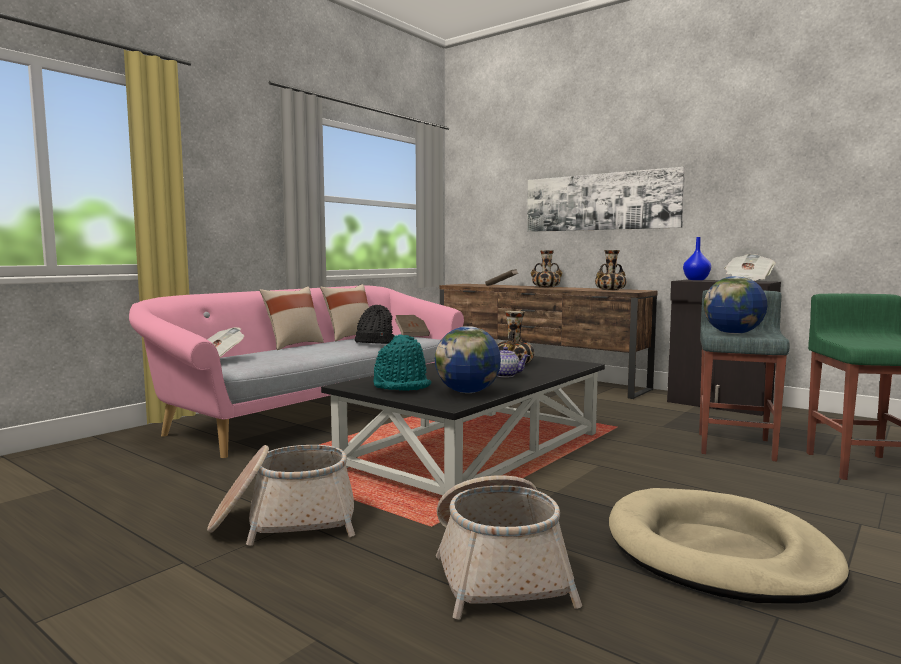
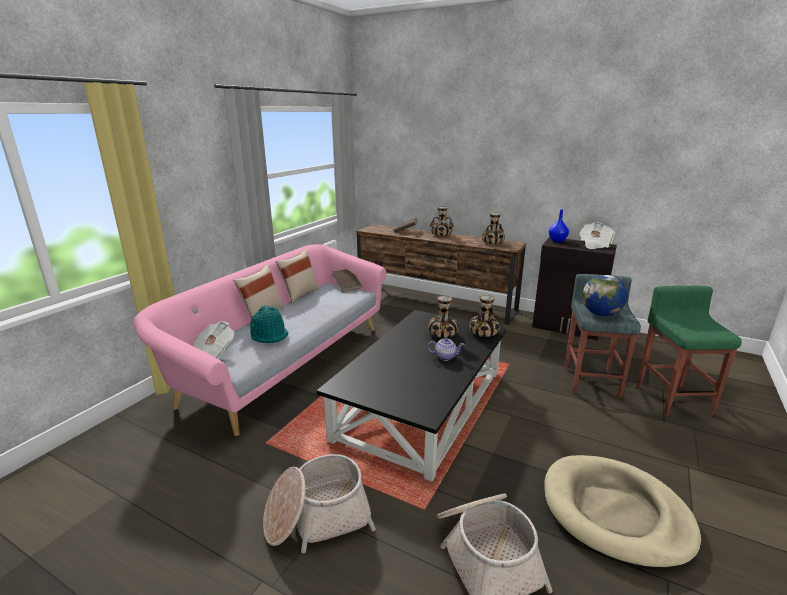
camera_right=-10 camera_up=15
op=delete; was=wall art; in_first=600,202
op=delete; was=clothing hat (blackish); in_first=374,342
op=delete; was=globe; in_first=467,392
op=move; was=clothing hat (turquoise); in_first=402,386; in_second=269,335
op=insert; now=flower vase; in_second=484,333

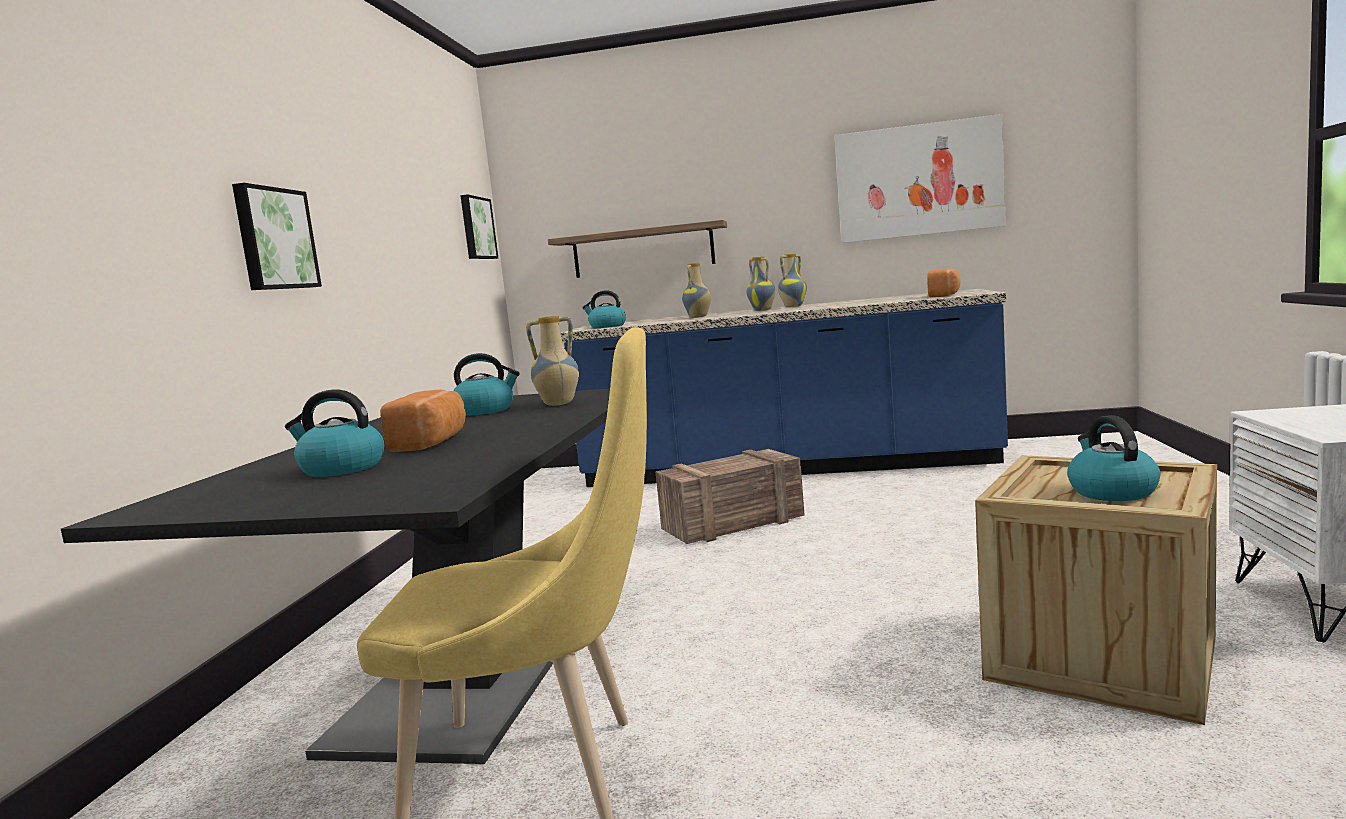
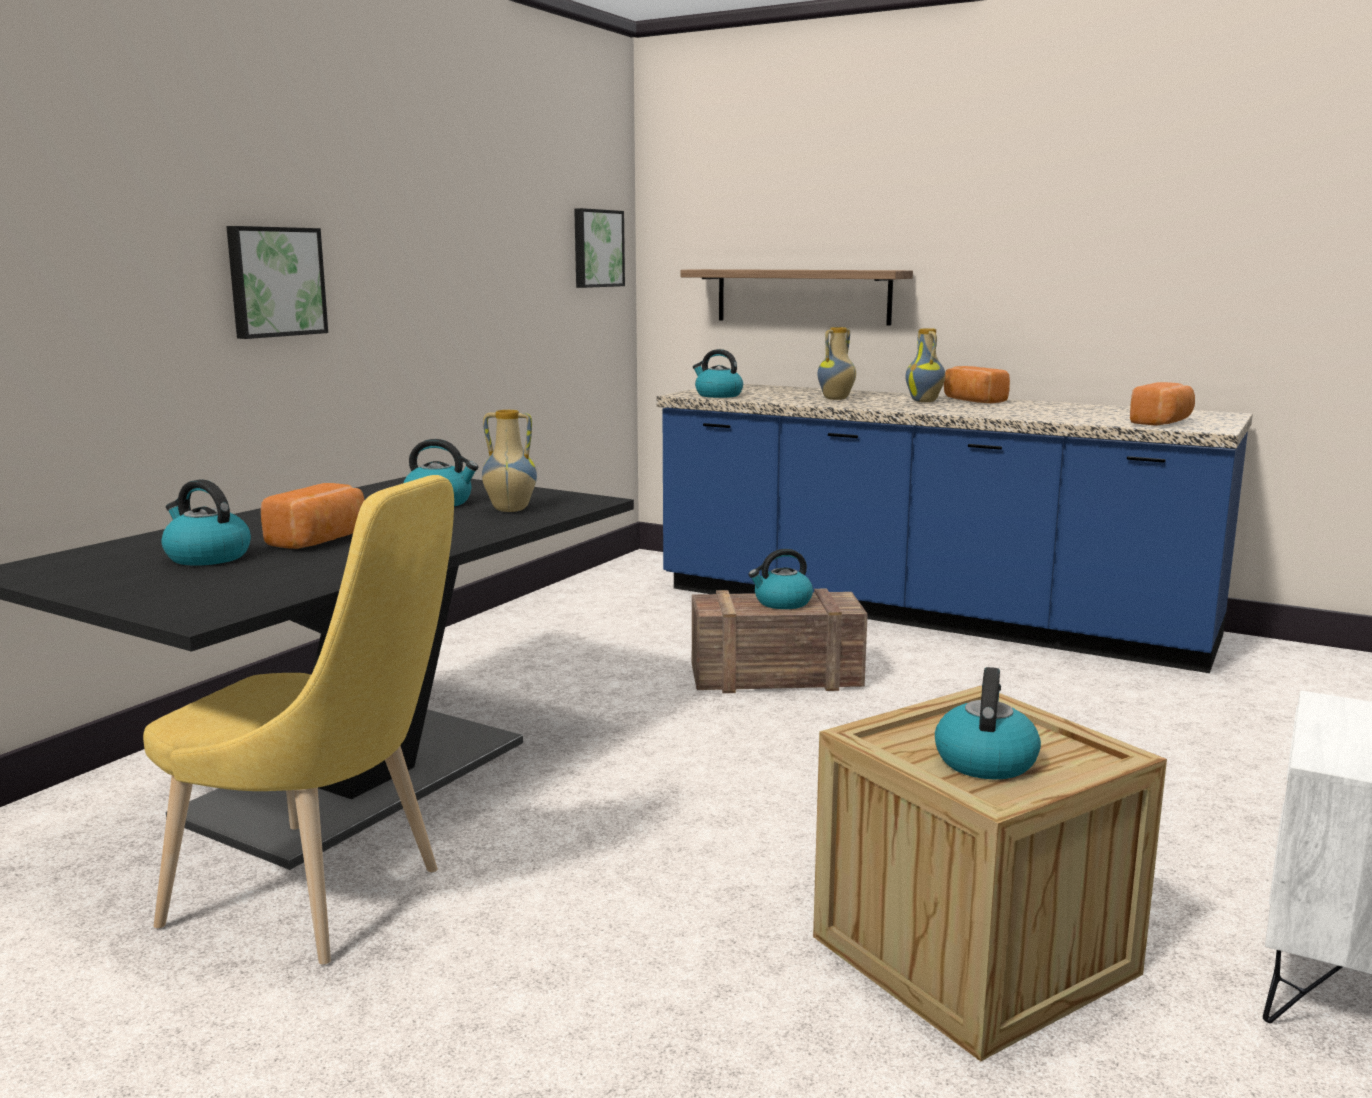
camera_right=20 camera_up=5
op=delete; was=wall art; in_first=918,180
op=replace; was=flower vase; now=bakery bread; in_first=793,306; in_second=972,401
op=insert; now=water kettle; in_second=782,603

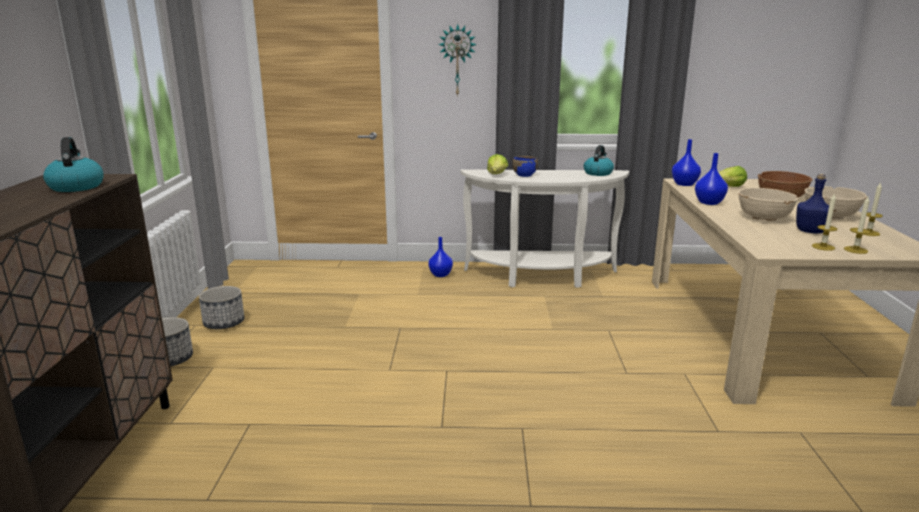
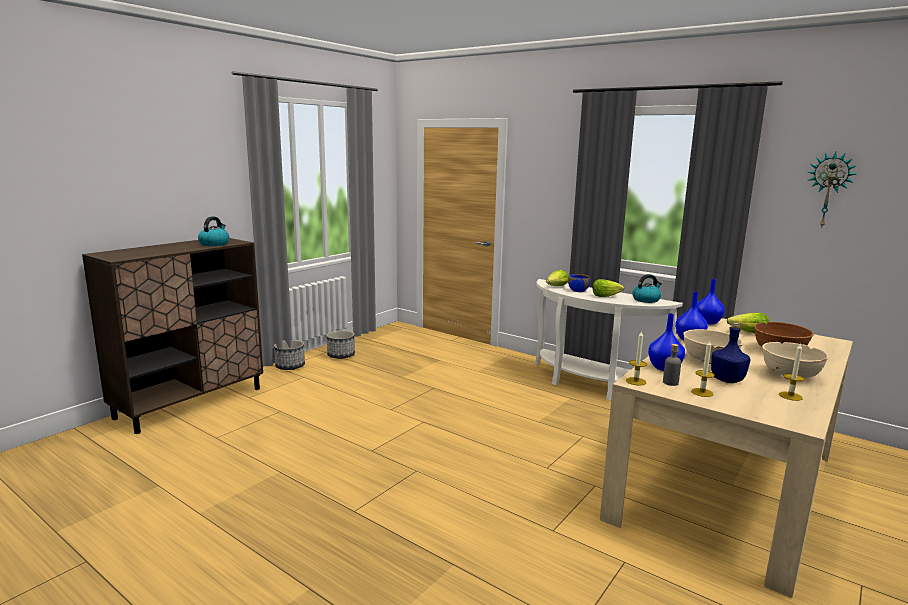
camera_right=35 camera_up=-5
op=move; was=clock on the wall; in_first=457,60; in_second=828,190
op=move; was=wax candle; in_first=855,250; in_second=636,381
op=move; was=flower vase (bluish); in_first=441,275; in_second=664,368
op=insert; now=lettuce head; in_second=605,296
op=insert; now=beverage bottle (grey); in_second=670,382

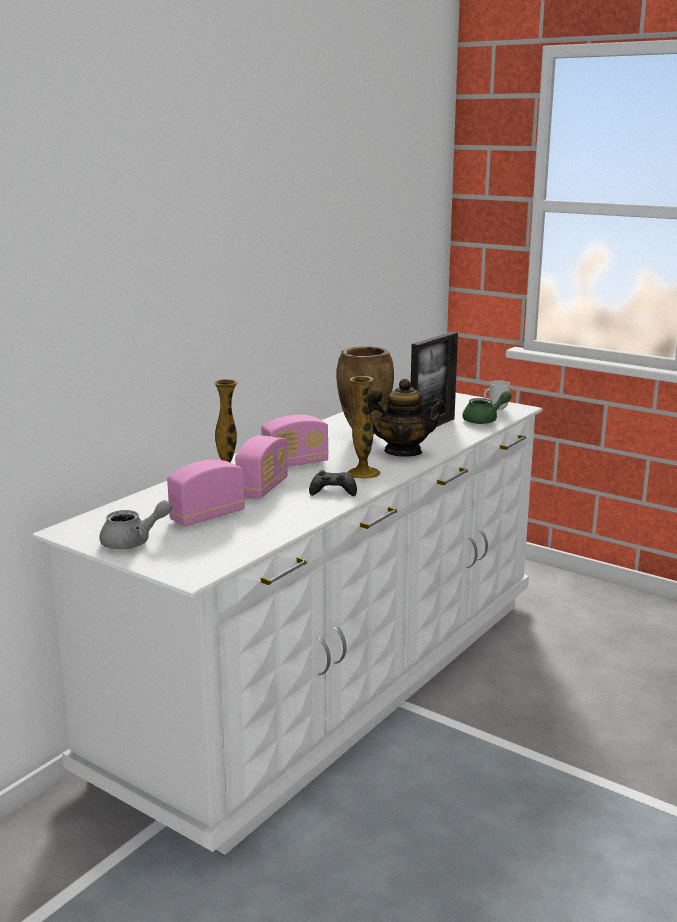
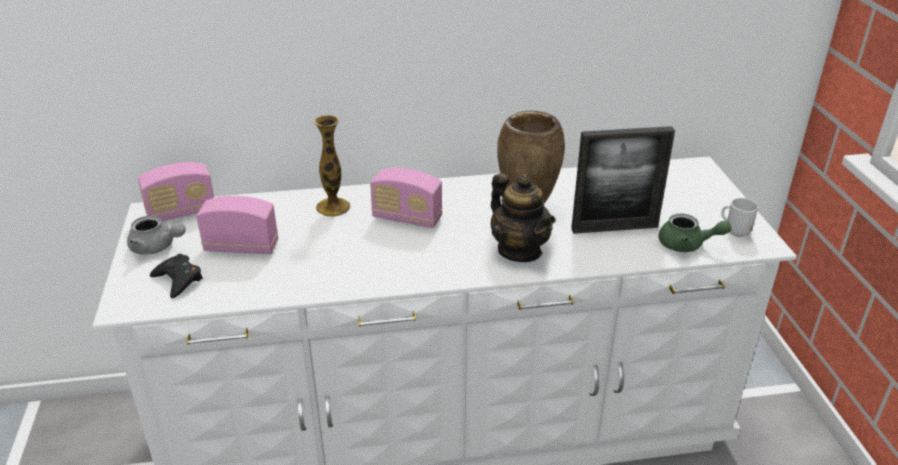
camera_right=45 camera_up=15
op=delete; was=flower vase; in_first=363,473
op=move; was=radio set; in_first=263,488; in_second=181,212
op=move; was=game controller (blackish); in_first=333,490; in_second=178,280

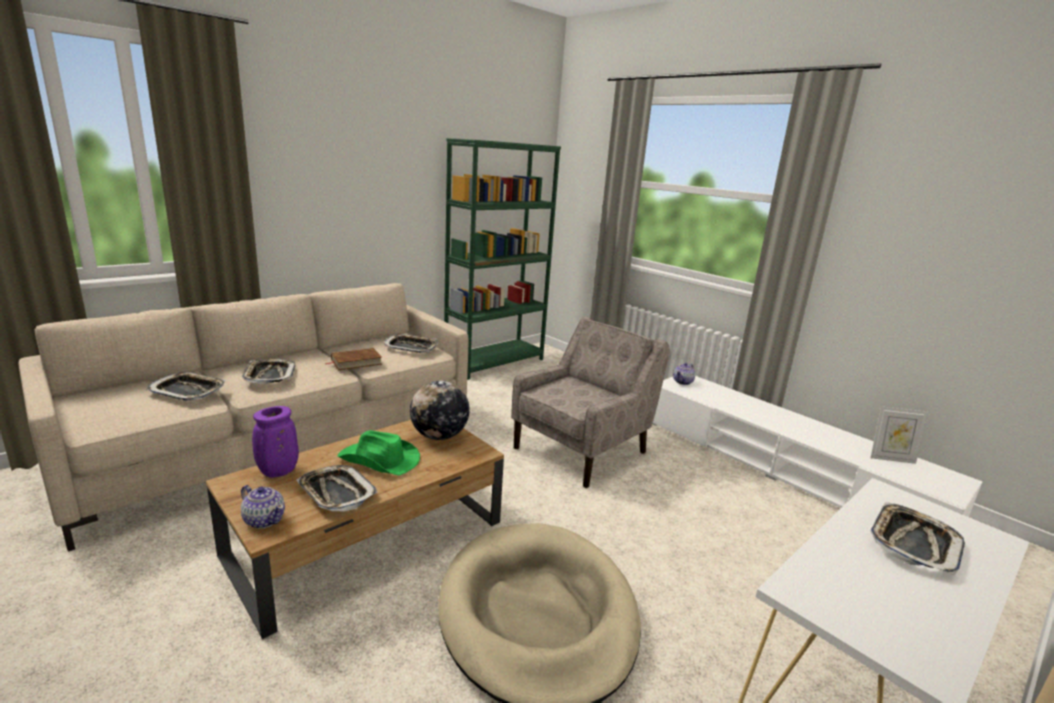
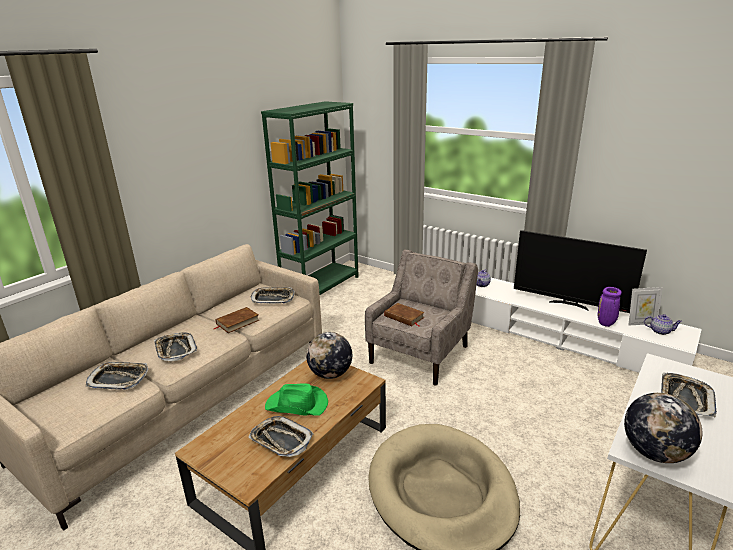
camera_right=-10 camera_up=5
op=move; was=flower vase (purple); in_first=277,472; in_second=606,324
op=move; was=teapot; in_first=264,520; in_second=659,331
op=insert; now=TV; in_second=569,304
op=insert; now=volume (brown-coloured); in_second=404,317
op=insert; now=globe; in_second=654,452

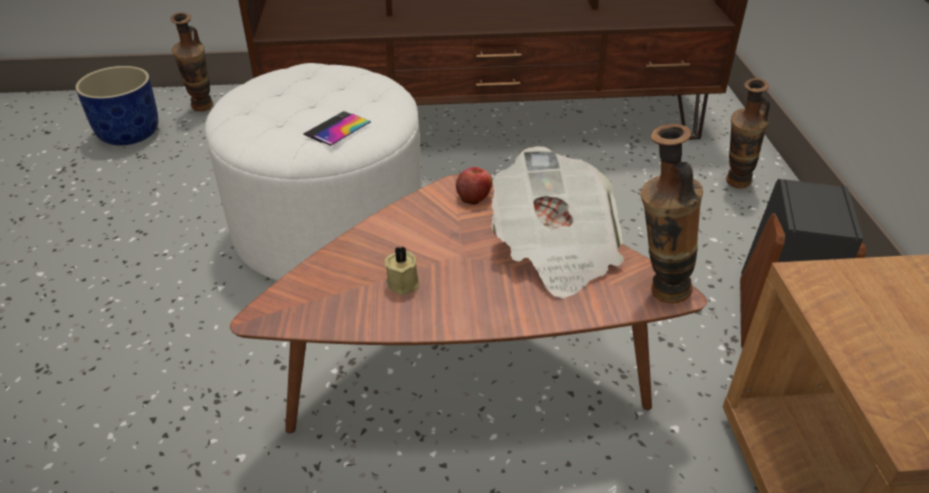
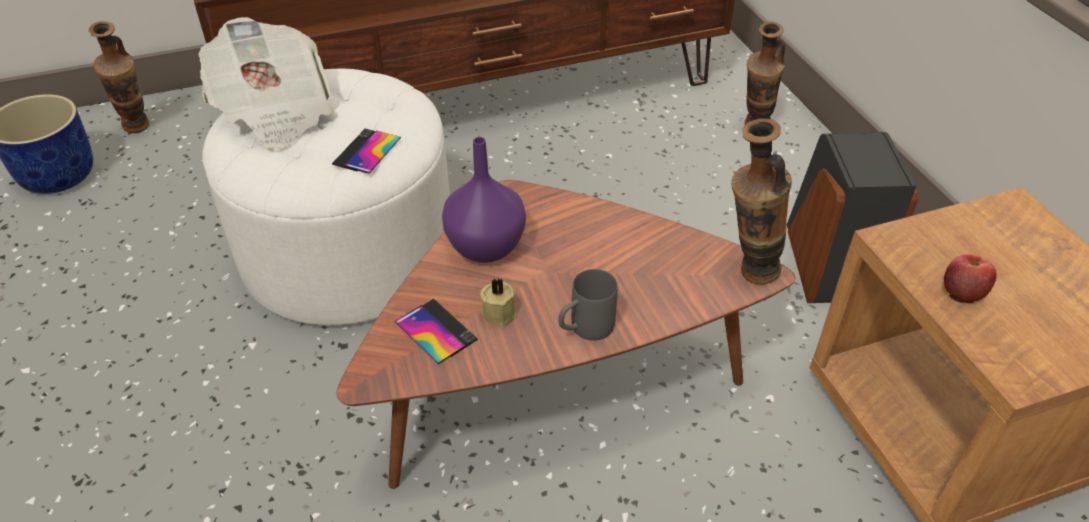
camera_right=-15 camera_up=5
op=move; was=newspaper; in_first=555,250; in_second=274,111
op=move; was=apple fruit; in_first=474,197; in_second=963,291
op=insert; now=flower vase (purple); in_second=484,247
op=insert; now=tea mug (grey); in_second=584,329
op=insert; now=handset; in_second=436,331

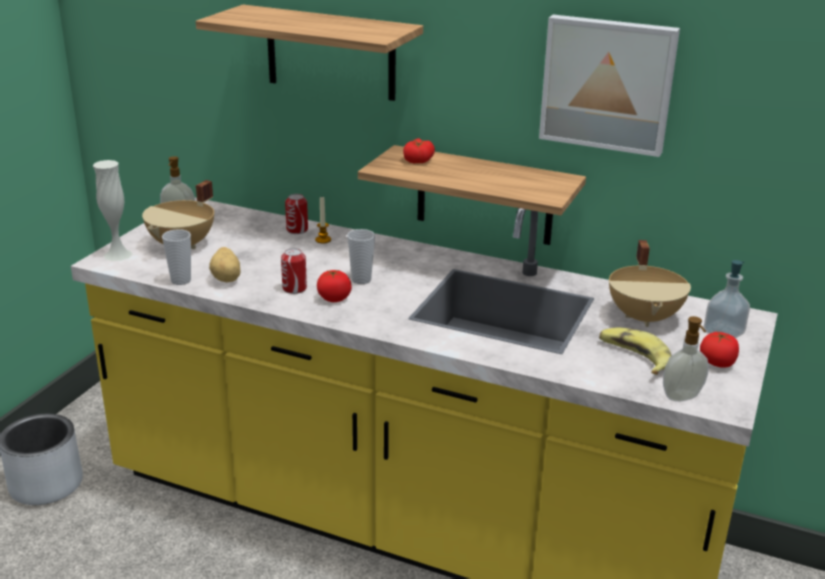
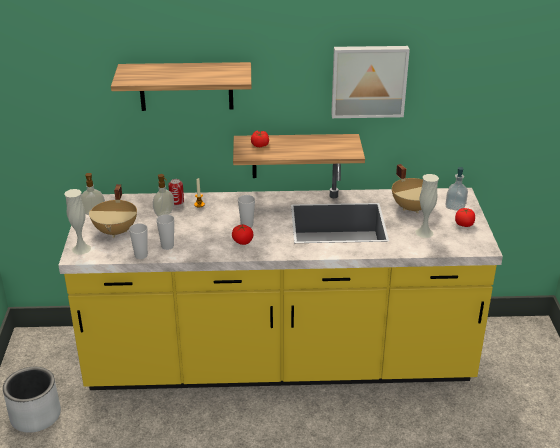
camera_right=-25 camera_up=5
op=replace; was=spud; now=small cup; in_first=227,278; in_second=167,246
op=delete; was=metal can; in_first=294,288
op=move; was=soap bottle; in_first=682,397; in_second=164,214
op=replace; was=banana; now=flower vase (whitish); in_first=634,357; in_second=424,232

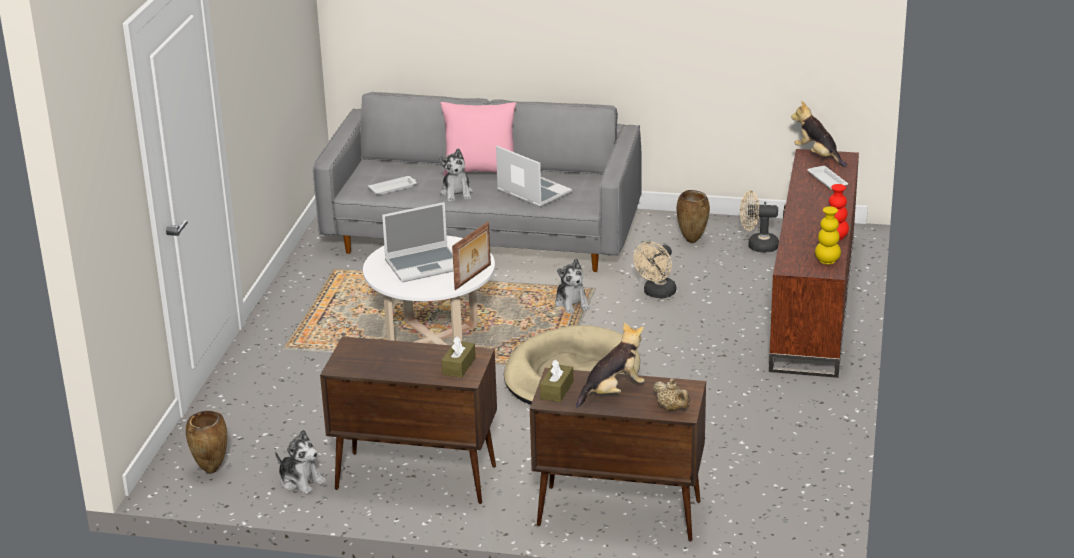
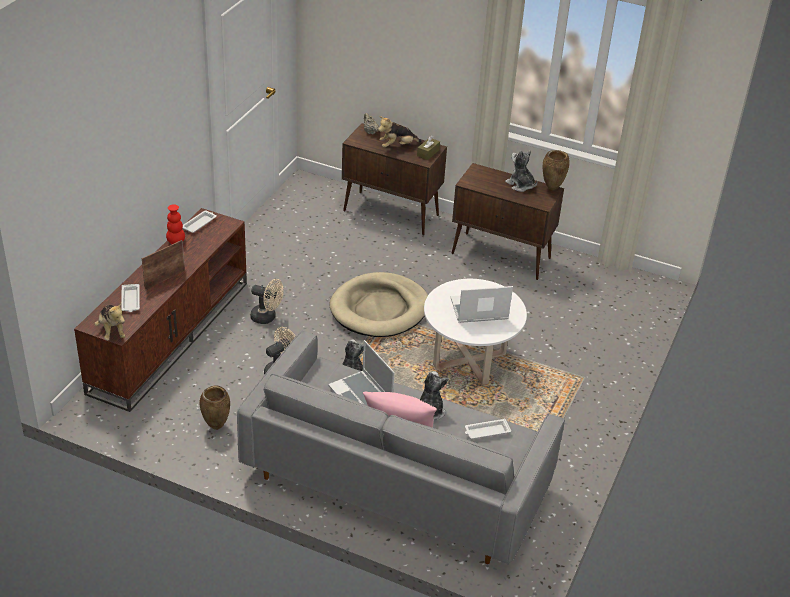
camera_right=-170 camera_up=10
op=move; was=cooling fan (sand-coloured); in_first=757,246; in_second=267,317
op=replace; was=flower vase (yellow); now=serving tray (whitish); in_first=827,261; in_second=199,223
op=move; was=standing frame; in_first=473,277; in_second=164,279
op=delete; was=tissue box (brown-coloured); in_first=459,366
op=move; was=flower vase (brown-coloured); in_first=211,471; in_second=552,188
op=move; was=plush toy; in_first=301,481; in_second=520,185

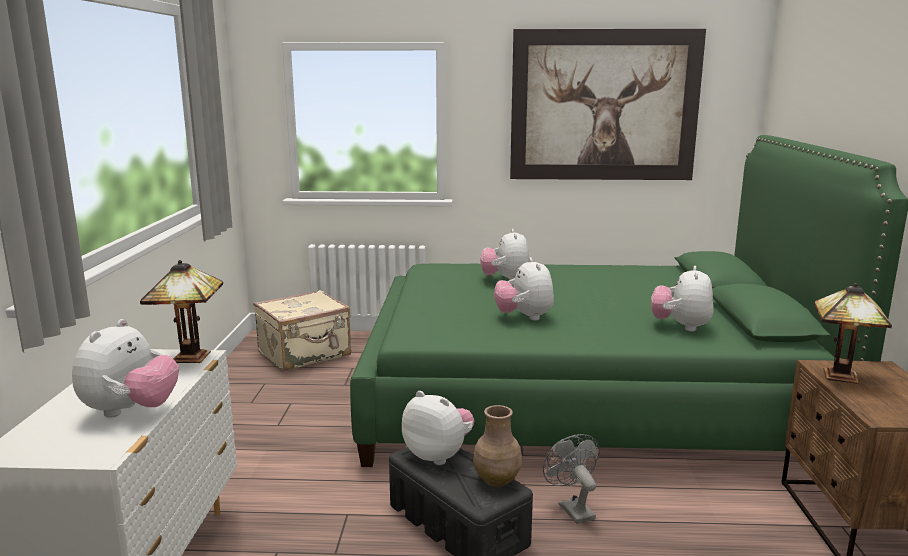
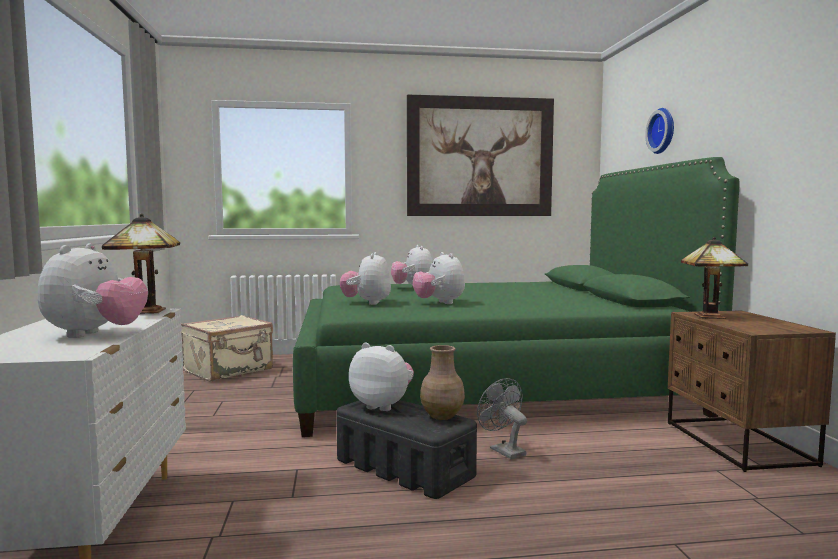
camera_right=-10 camera_up=-10
op=move; was=plush toy; in_first=680,326; in_second=367,303
op=insert; now=clock on the wall; in_second=663,131

